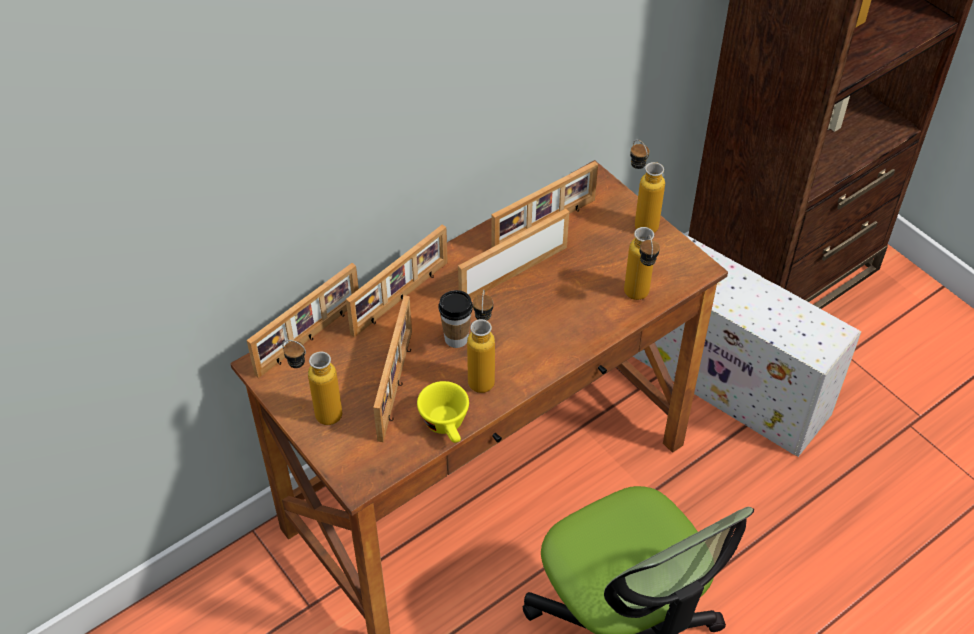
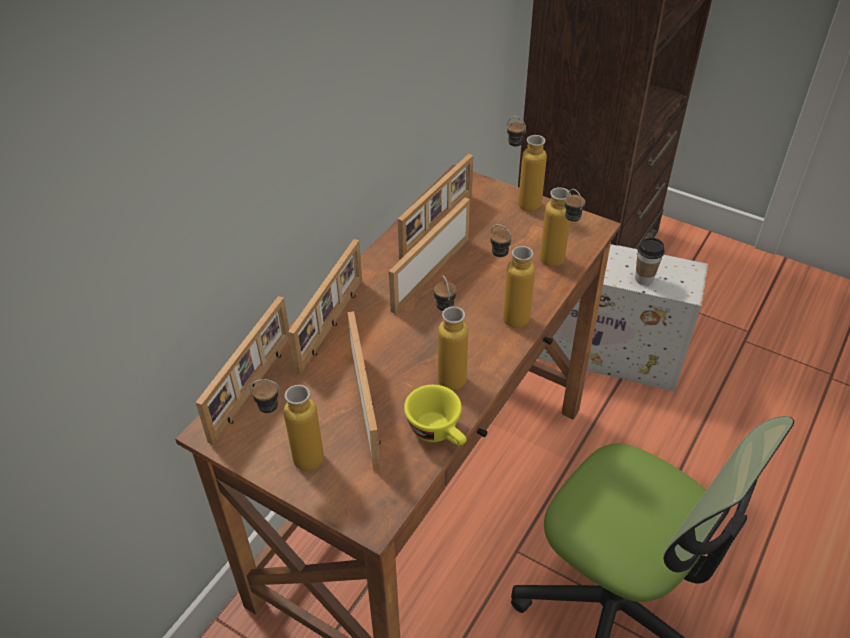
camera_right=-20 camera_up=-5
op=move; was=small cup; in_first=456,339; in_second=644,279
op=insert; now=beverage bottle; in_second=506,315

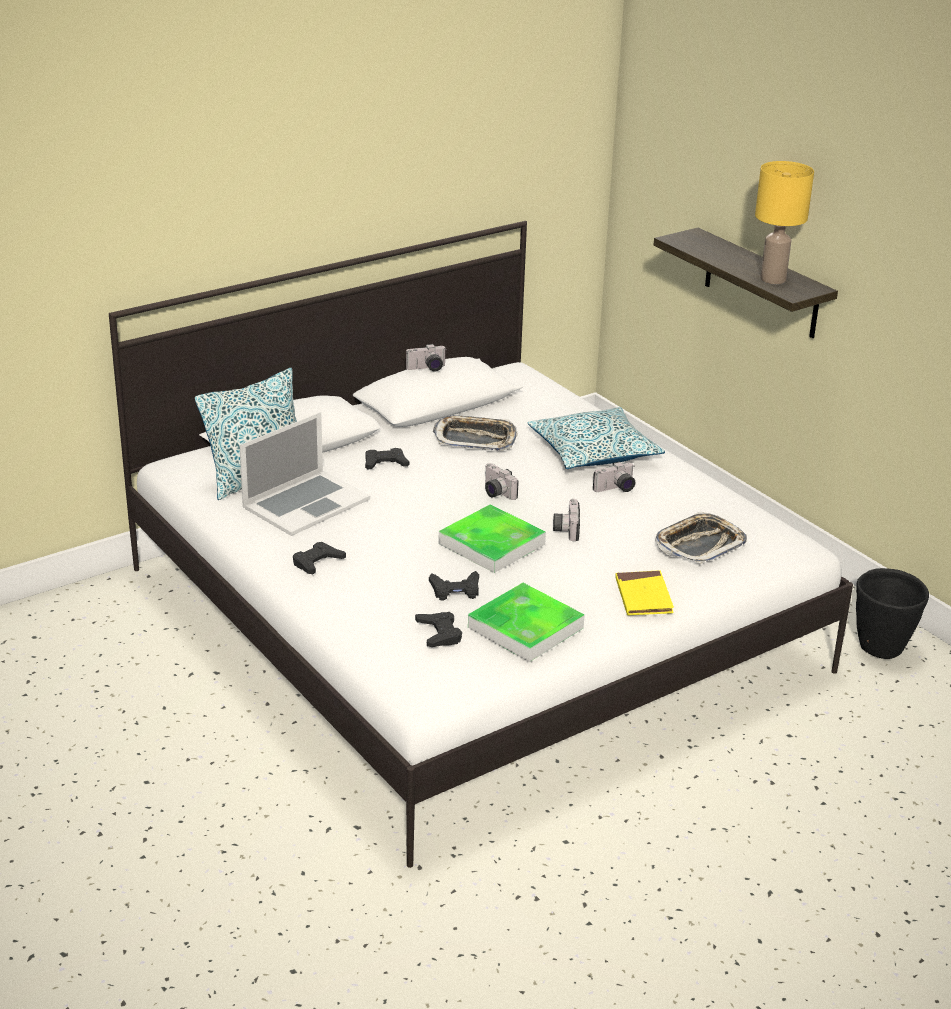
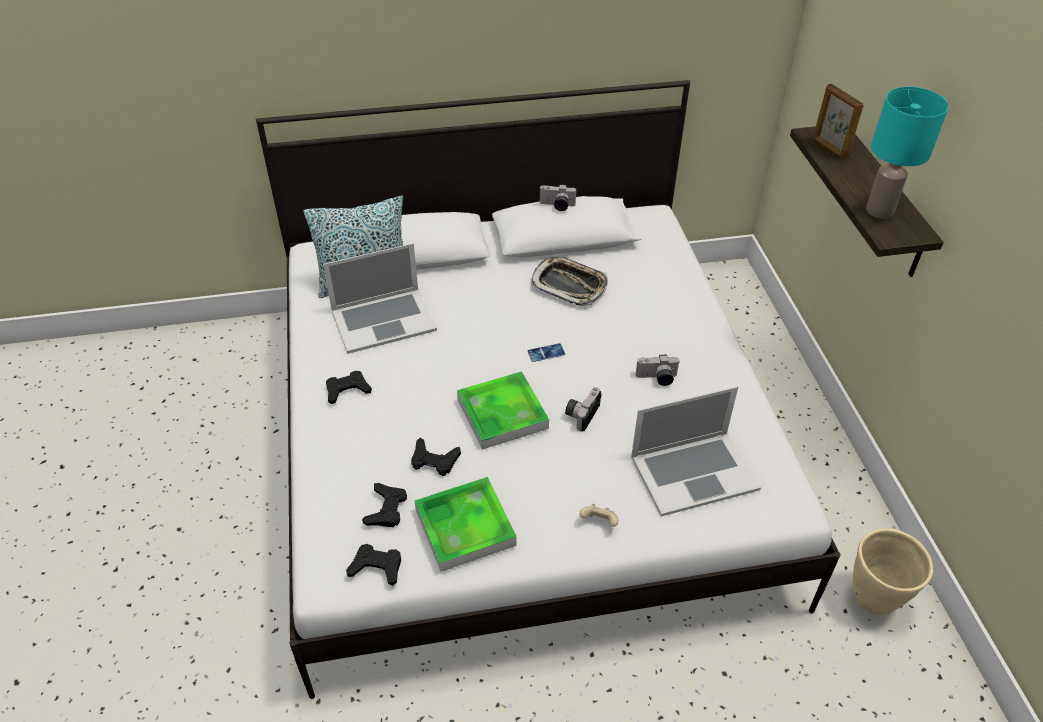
camera_right=25 camera_up=15
op=recolor; was=tabletop lamp (yellow); now=tabletop lamp (turquoise); in_first=772,279; in_second=879,210
op=delete; was=pillow; in_first=593,452
op=move; was=game controller (blackish); in_first=385,463; in_second=376,567
op=replace; was=still camera; now=handset; in_first=495,492; in_second=546,353
op=replace; was=serving tray; now=portable computer; in_first=699,544; in_second=693,472
op=recolor; was=planter (blackish); now=planter (sand-coloured); in_first=881,649; in_second=874,599
op=replace; was=volume (yellow); now=game controller (sand-coloured); in_first=643,597; in_second=599,522
op=insert; now=standing frame; in_second=829,149

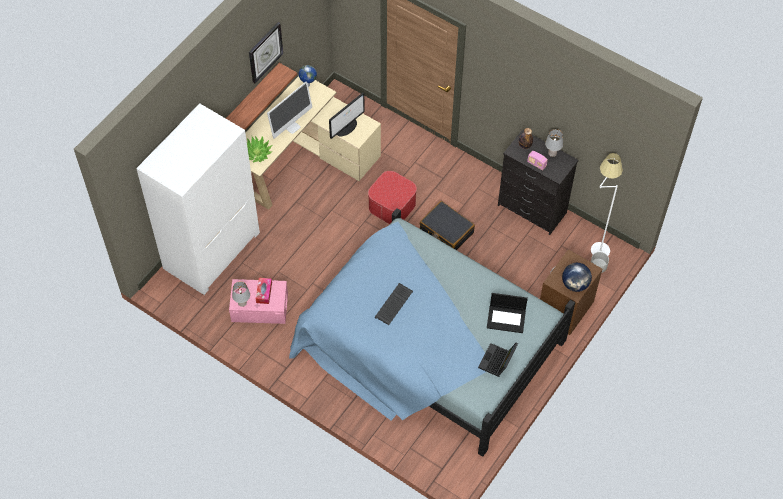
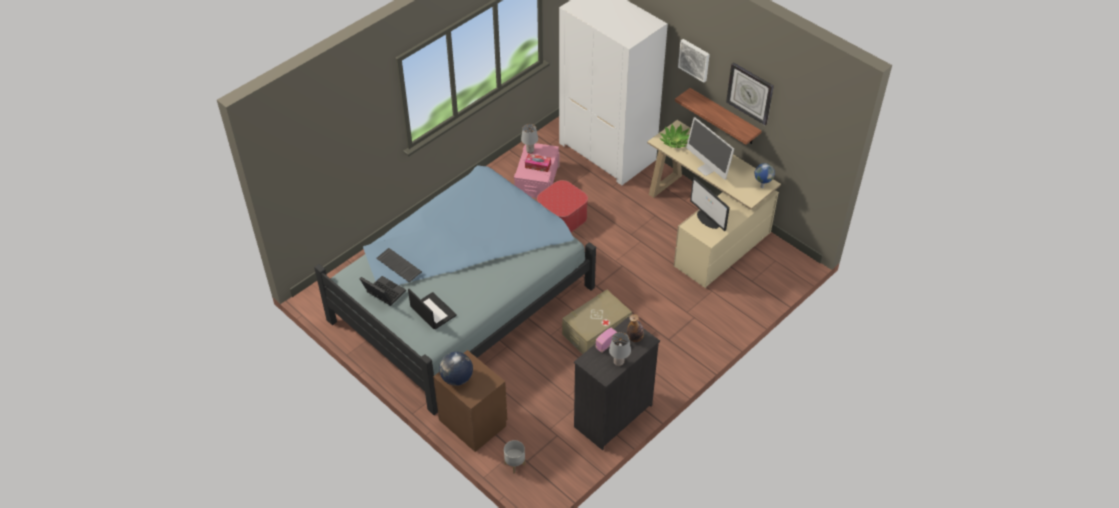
camera_right=100 camera_up=-10
op=delete; was=floor lamp (whitish); in_first=596,243
op=move; was=pouffe; in_first=392,205; in_second=562,217
op=replace; was=travel case (blackish); now=storage container (sand-coloured); in_first=446,231; in_second=596,331
op=move; was=computer keyboard; in_first=394,305; in_second=398,266
op=rotate; was=portable computer; in_first=506,319; in_second=432,311; clockwise=120
op=insert; now=wall art; in_second=694,59

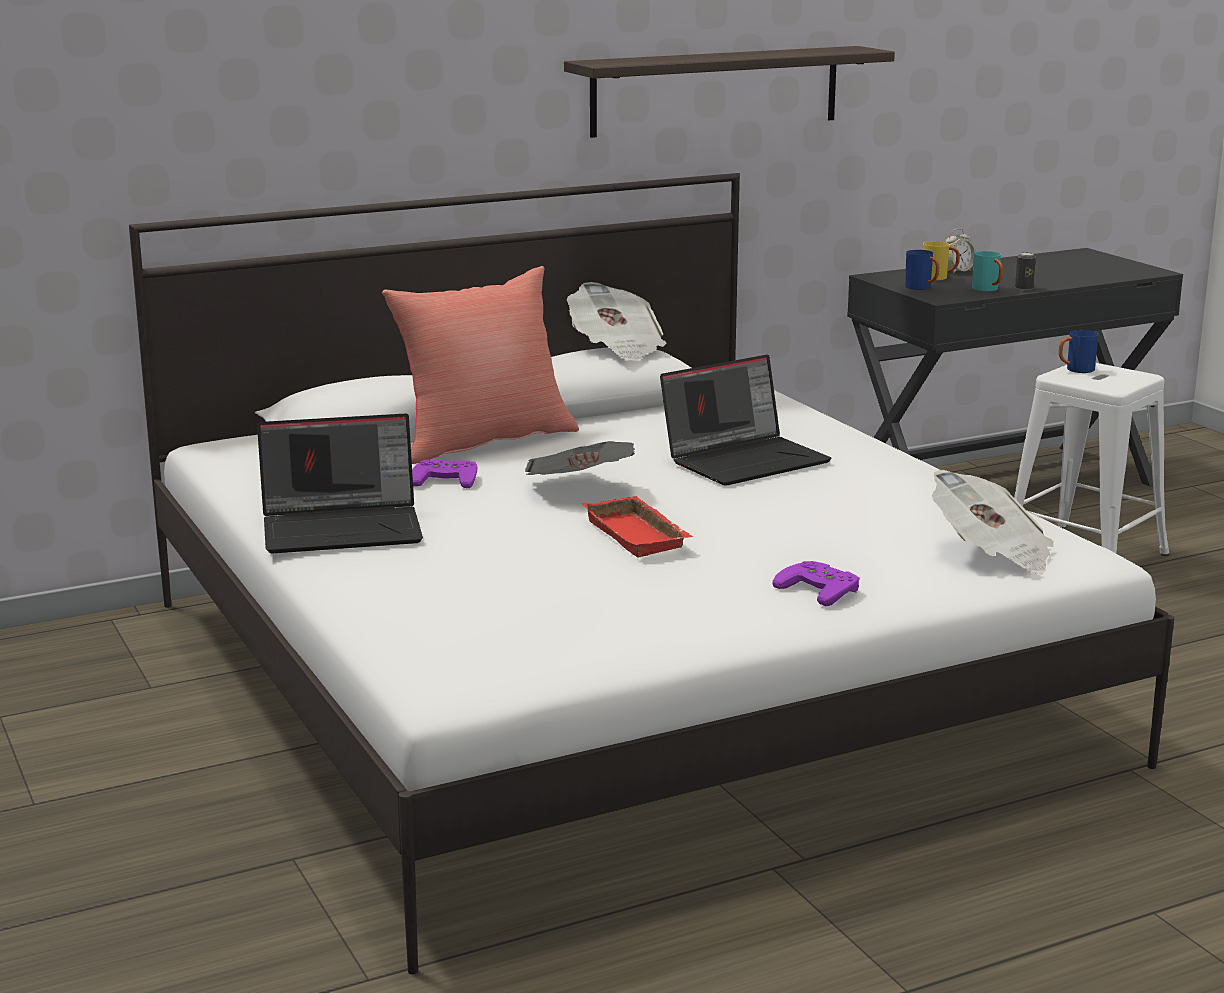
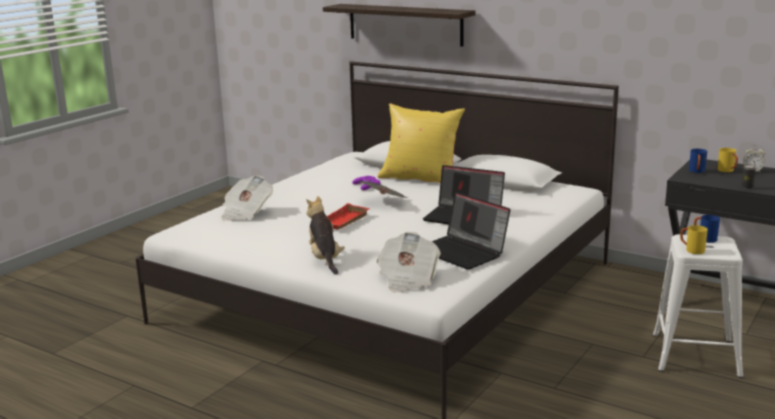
camera_right=60 camera_up=0
op=move; was=bracket shelf; in_first=716,90; in_second=405,24
op=delete; was=tea mug (turquoise); in_first=988,290
op=recolor; was=pillow (red); now=pillow (yellow); in_first=483,440; in_second=421,179
op=move; was=newspaper; in_first=616,348; in_second=246,213
op=move; was=portable computer; in_first=344,527; in_second=463,252
op=replace; was=game controller (purple); now=plush toy; in_first=822,588; in_second=325,259
op=insert; now=tea mug (yellow); in_second=691,250

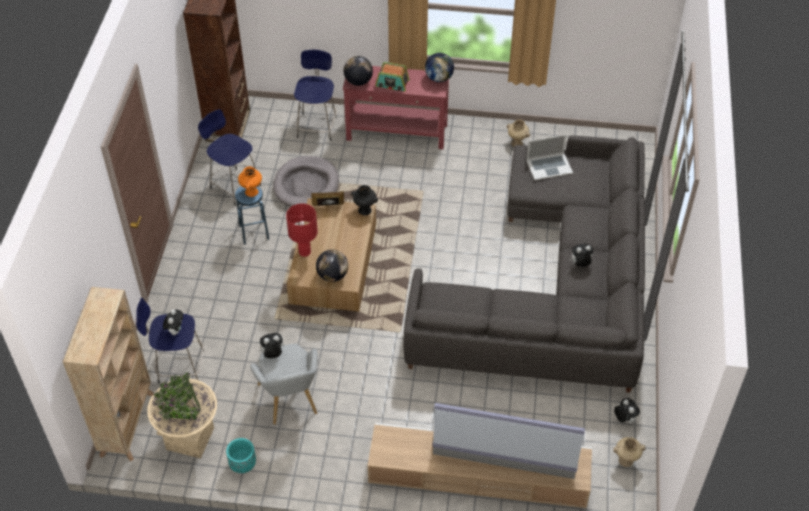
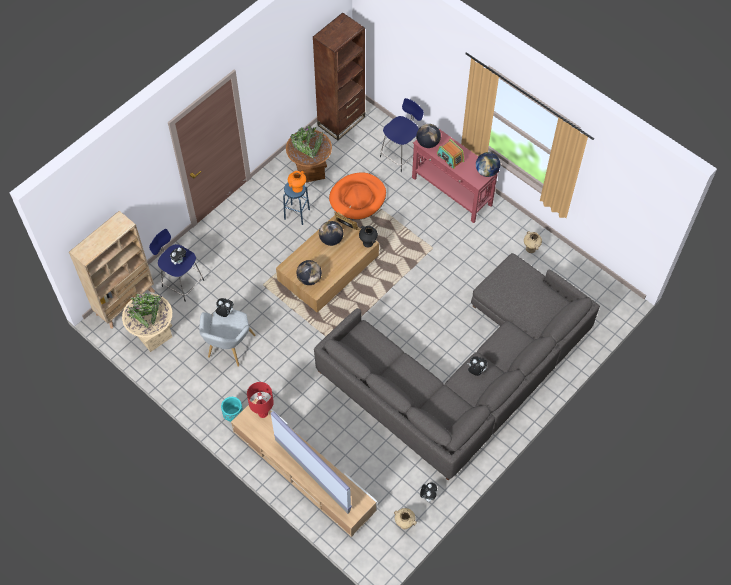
camera_right=35 camera_up=10
op=replace; was=sitting stool (bluish); now=planter (brown-coloured); in_first=234,186; in_second=310,171
op=delete; was=portable computer; in_first=549,166
op=recolor; was=dog bed (grey); now=dog bed (orange); in_first=306,185; in_second=357,198
op=move; was=tabletop lamp (red); in_first=305,252; in_second=263,413
op=move; was=planter (turquoise); in_first=243,465; in_second=233,414
op=insert; now=globe; in_second=331,239

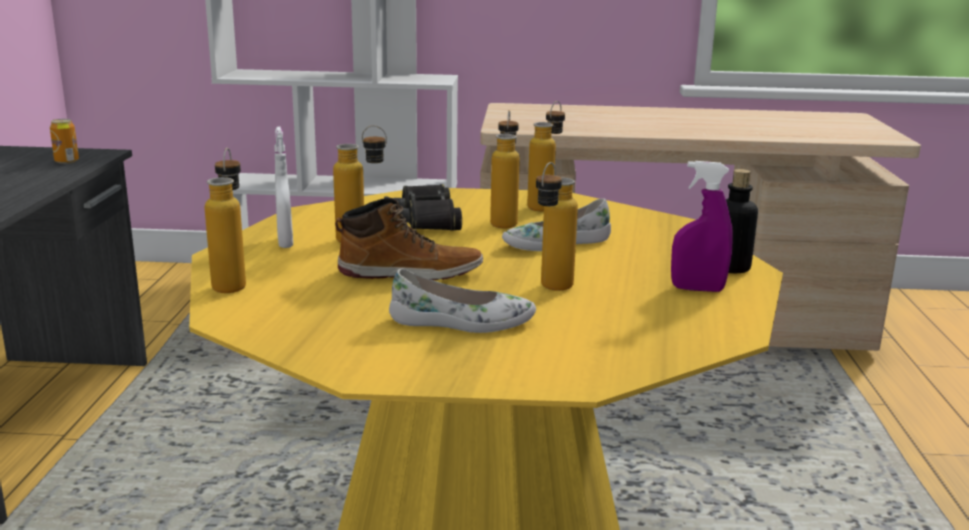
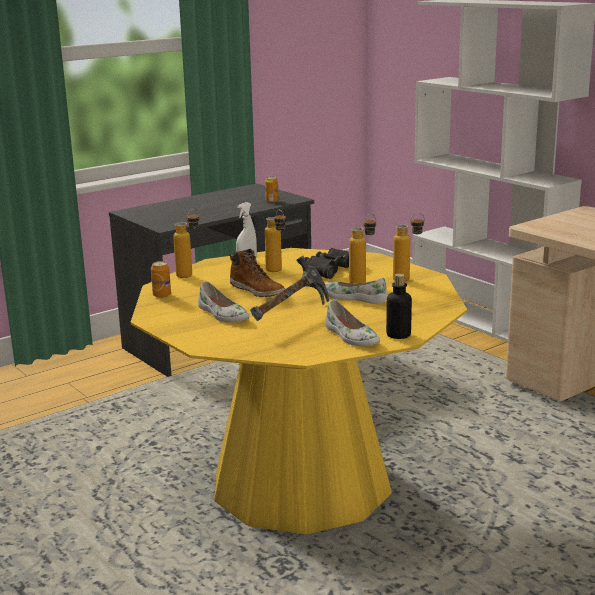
camera_right=50 camera_up=0
op=replace; was=spray bottle (purple); now=item of footwear (whitish); in_first=697,289; in_second=350,337
op=replace; was=beverage bottle; now=hammer; in_first=551,290; in_second=289,315
op=insert; now=metal can; in_second=162,295

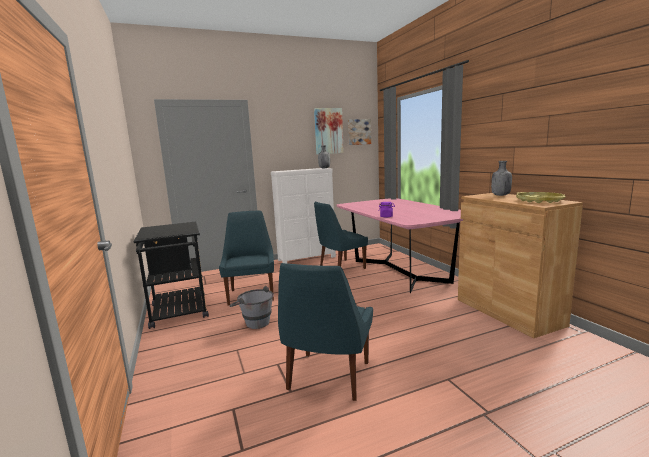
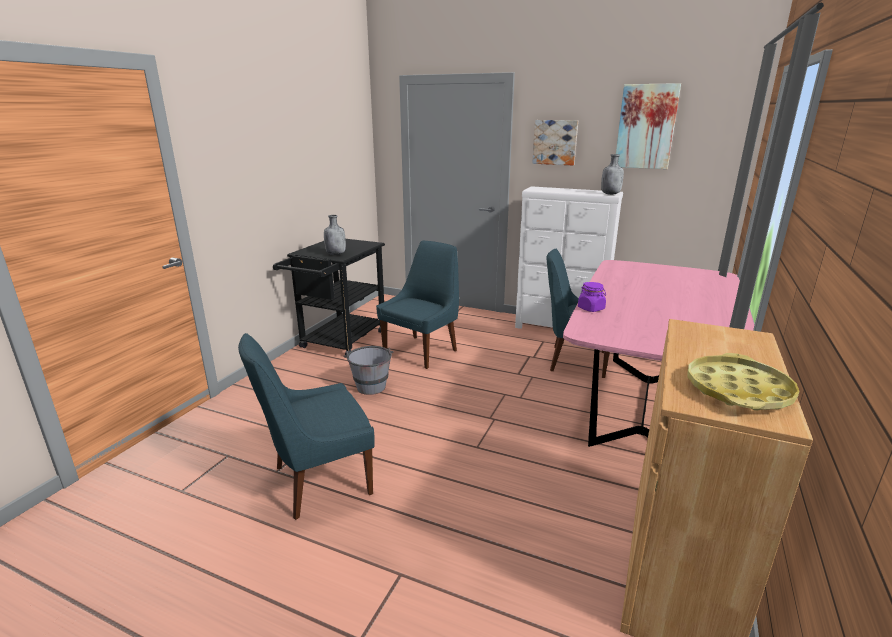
camera_right=45 camera_up=10
op=move; was=wall art; in_first=359,132; in_second=555,142
op=move; was=beverage bottle (grey); in_first=500,195; in_second=336,254

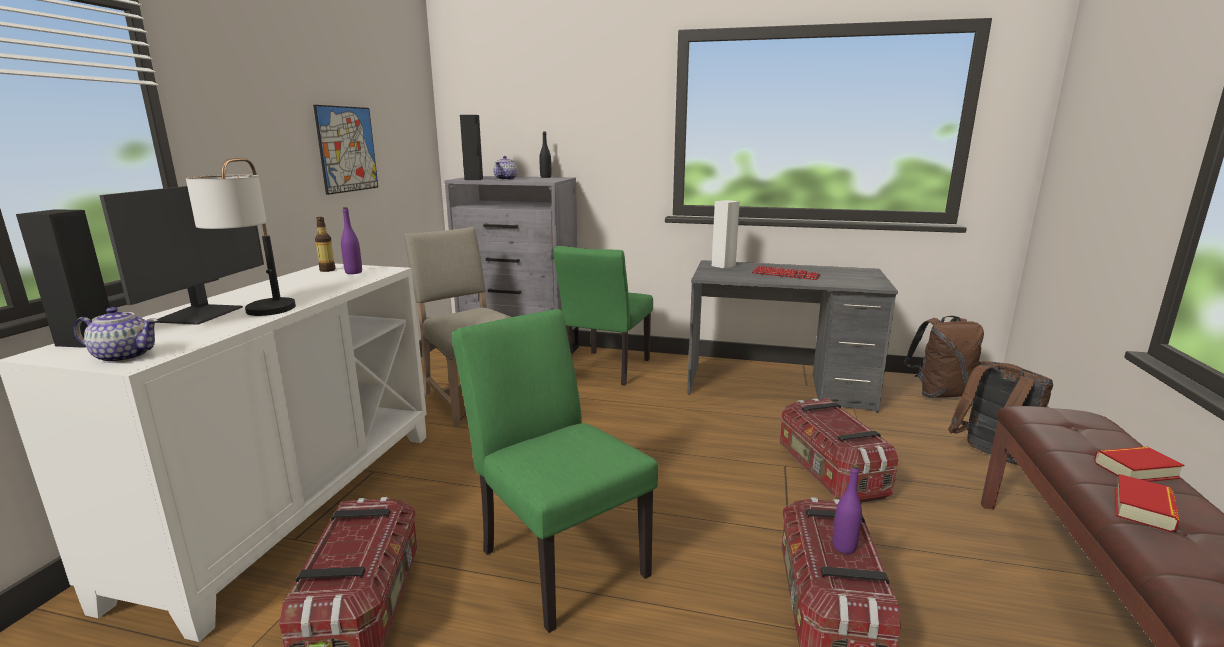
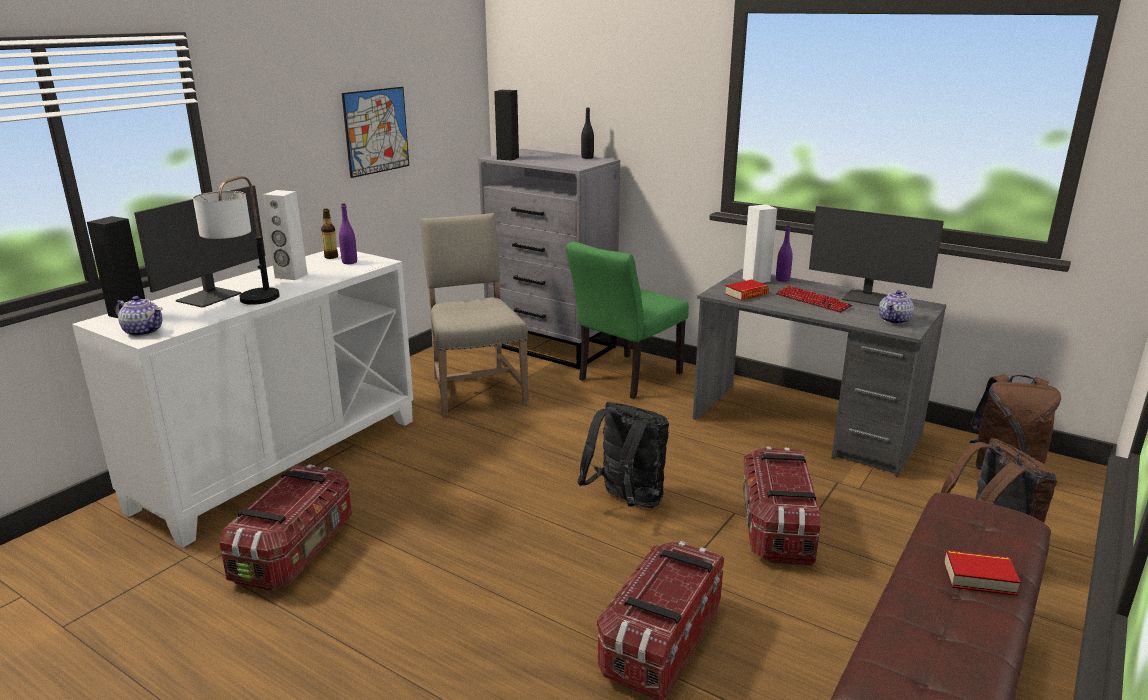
camera_right=20 camera_up=5
op=move; was=teapot; in_first=506,179; in_second=894,320
op=delete; was=upright chair (green-coloured); in_first=556,556
op=move; was=beverage bottle (purple); in_first=844,547; in_second=782,279
op=move; was=volume; in_first=1143,509; in_second=746,294
op=insert; now=audio speaker (whitish); in_second=291,276
op=insert; now=monitor; in_second=867,299
op=insert; now=backpack (blackish); in_second=626,502

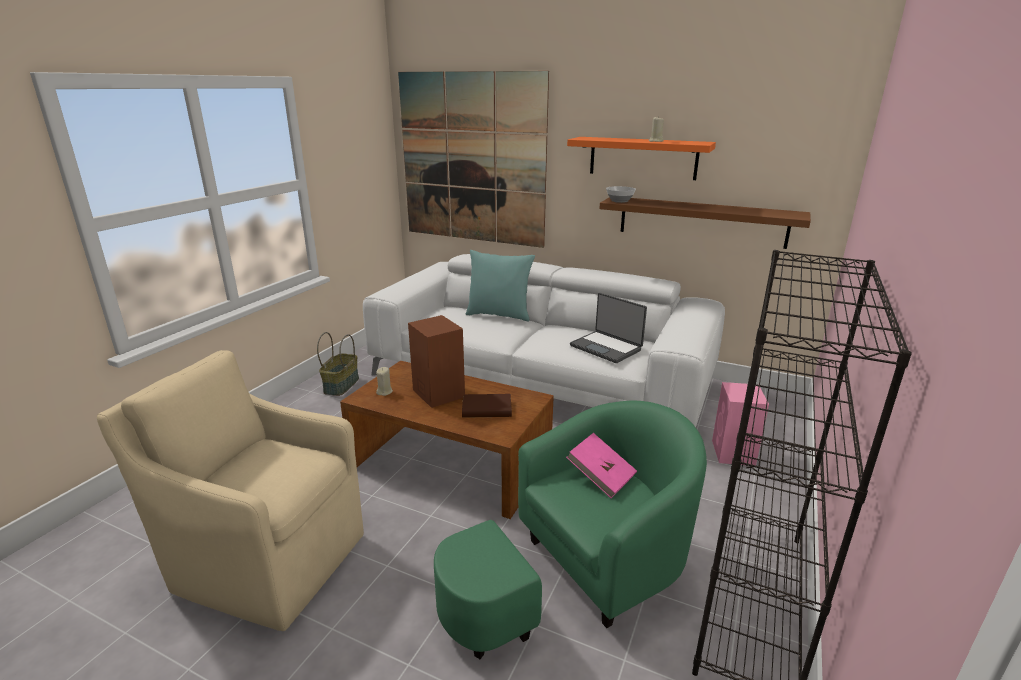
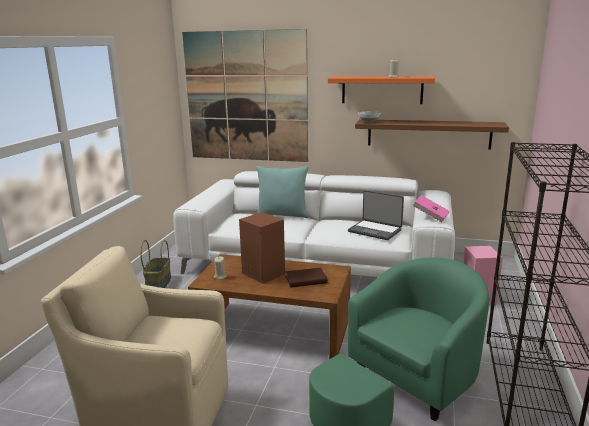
camera_right=-10 camera_up=-5
op=move; was=volume (pinkish); in_first=601,477; in_second=430,216

